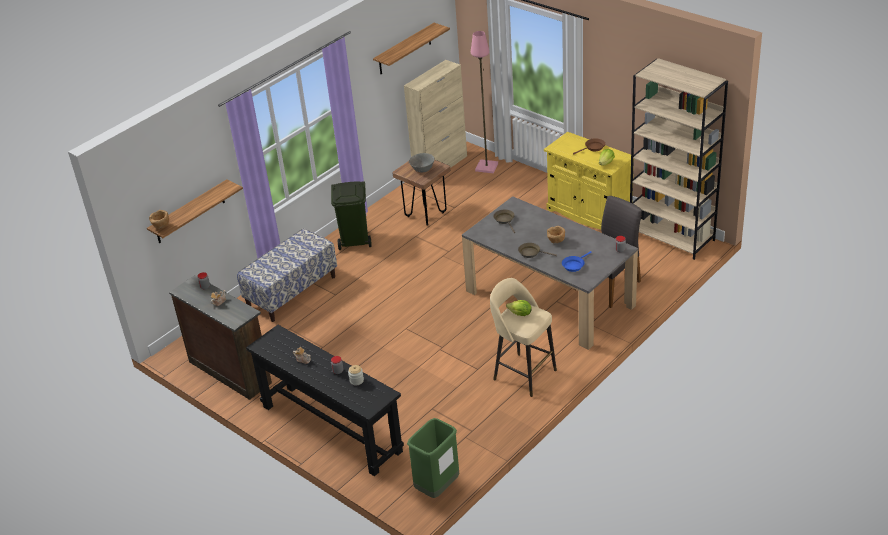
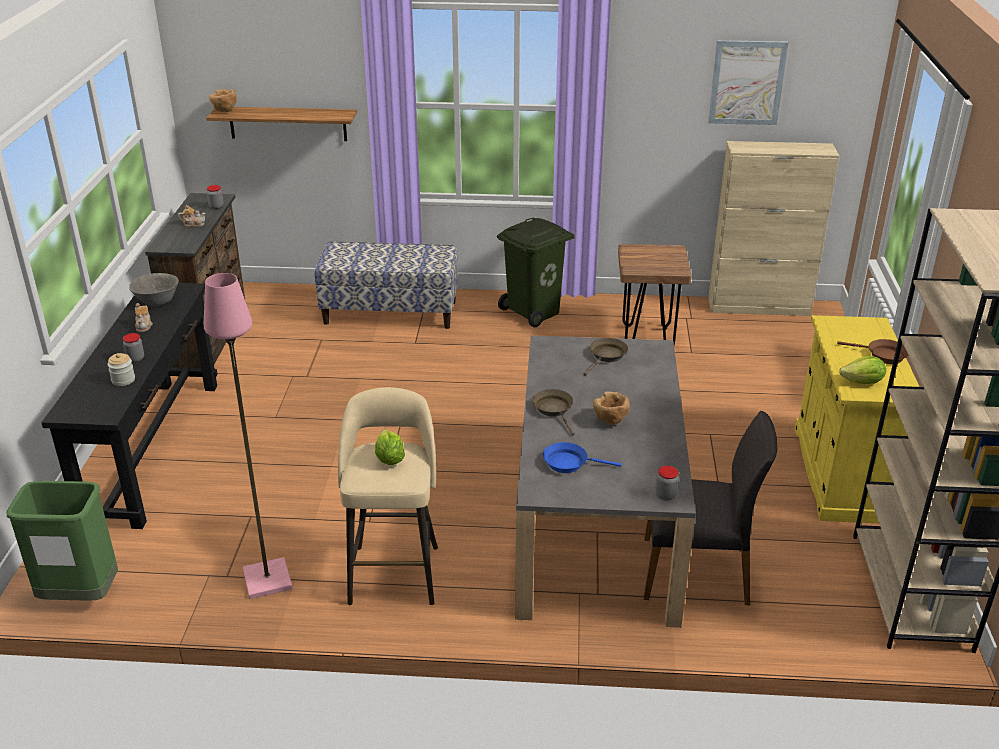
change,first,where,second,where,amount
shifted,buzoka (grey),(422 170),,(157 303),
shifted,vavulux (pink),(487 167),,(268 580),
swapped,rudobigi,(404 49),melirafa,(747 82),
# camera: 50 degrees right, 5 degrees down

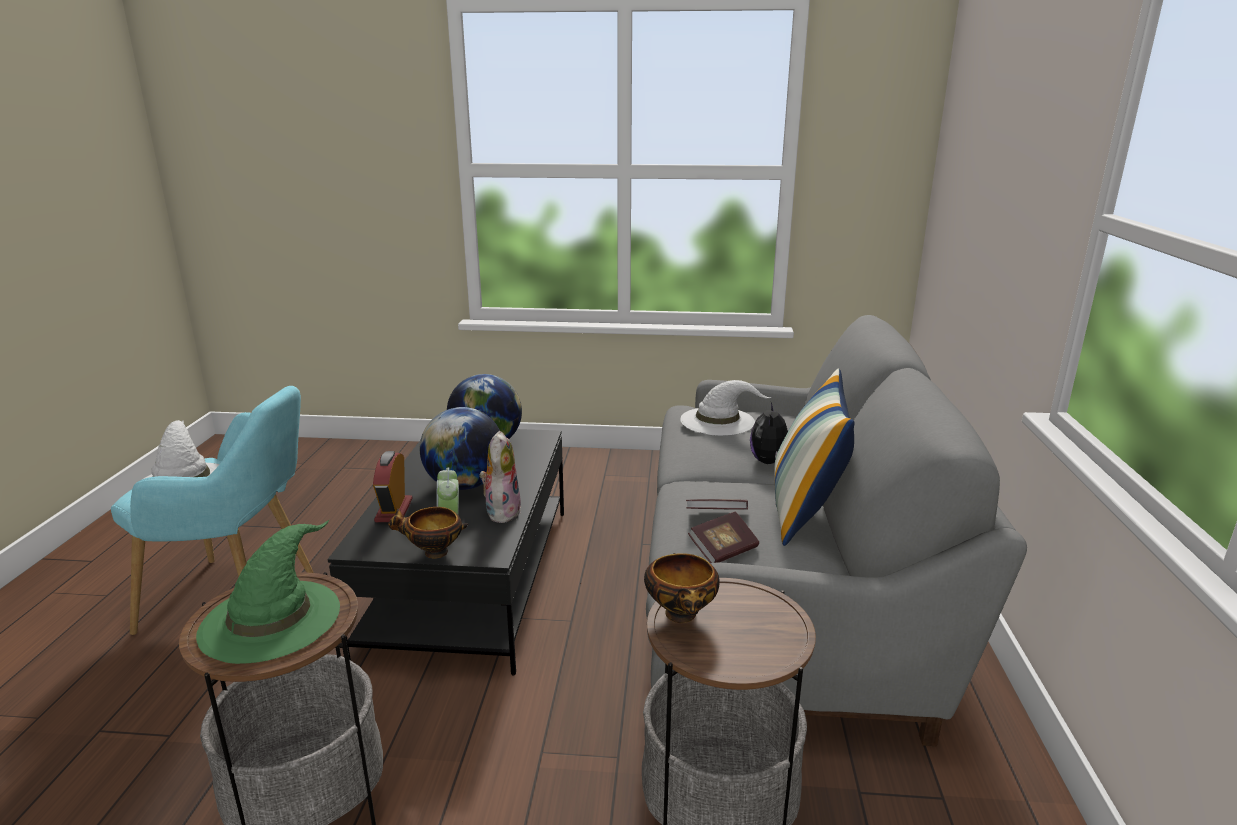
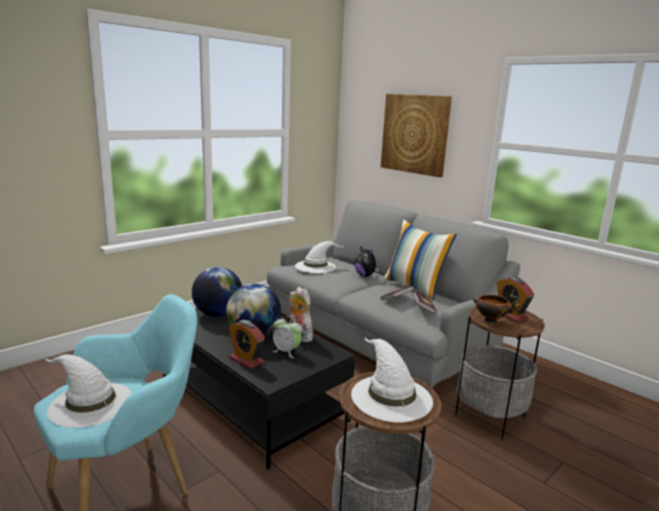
change,first,where,second,where,amount
gone,buzoka,(433 553),,,
new,,,melirafa,(415 134),
new,,,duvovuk,(510 315),
repainted,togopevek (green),(271 618),togopevek (white),(390 396),
# camera: 50 degrees left, 5 degrees down

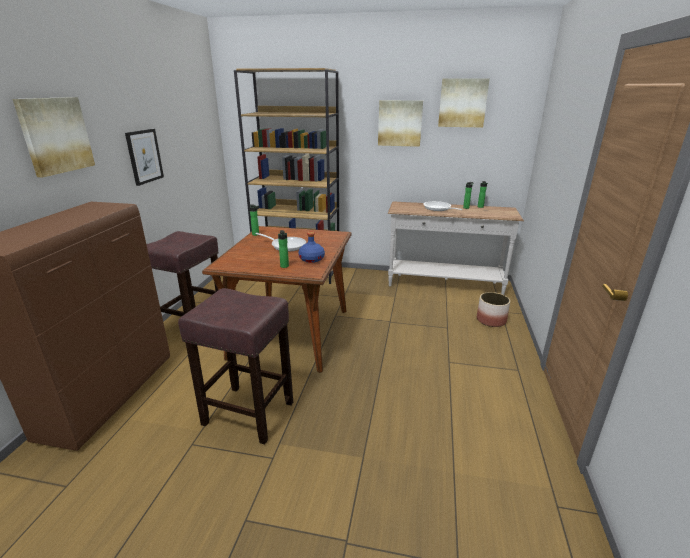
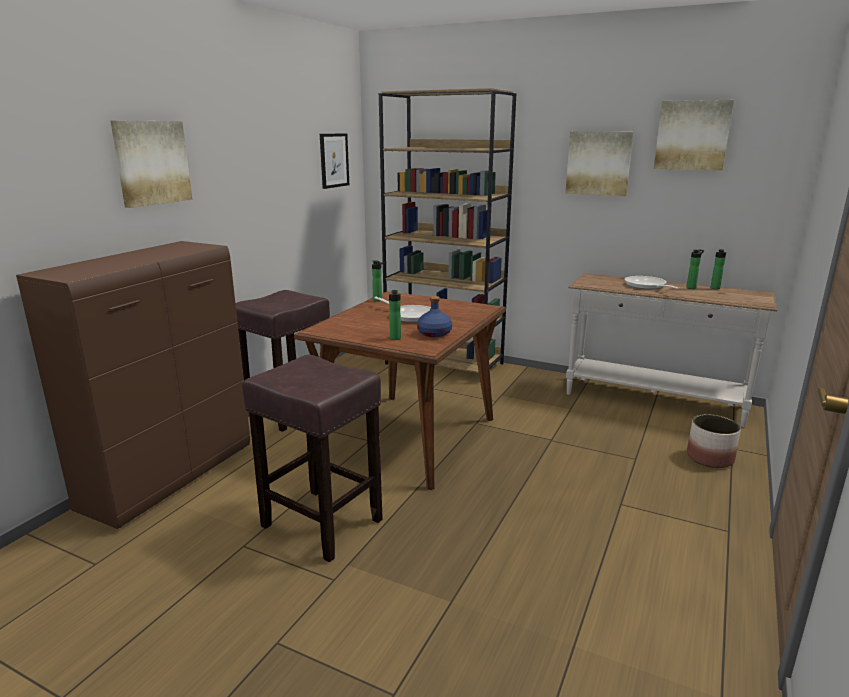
change,first,where,second,where,amount
shifted,melirafa,(144 156),,(334 160),
# camera: 15 degrees right, 5 degrees down

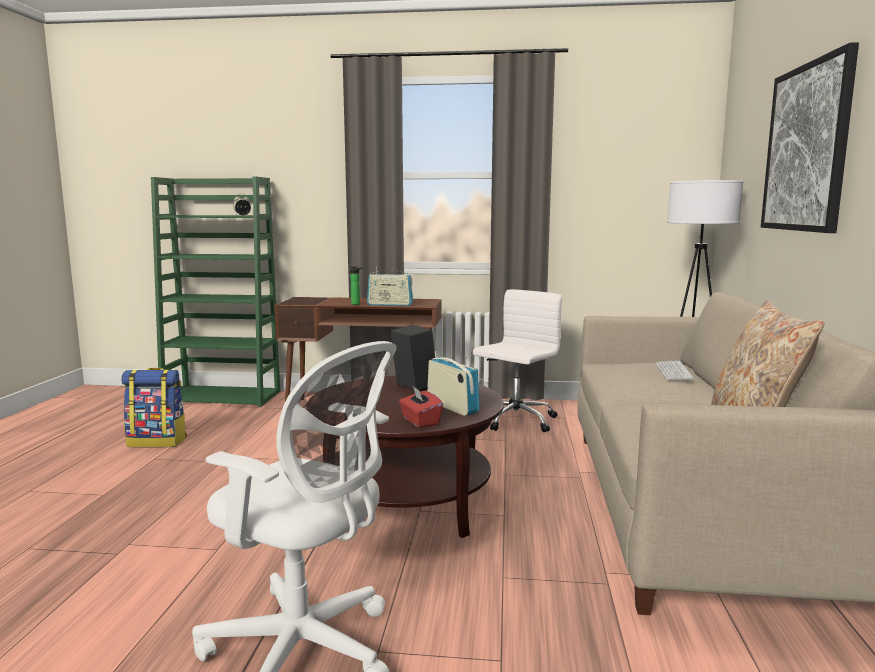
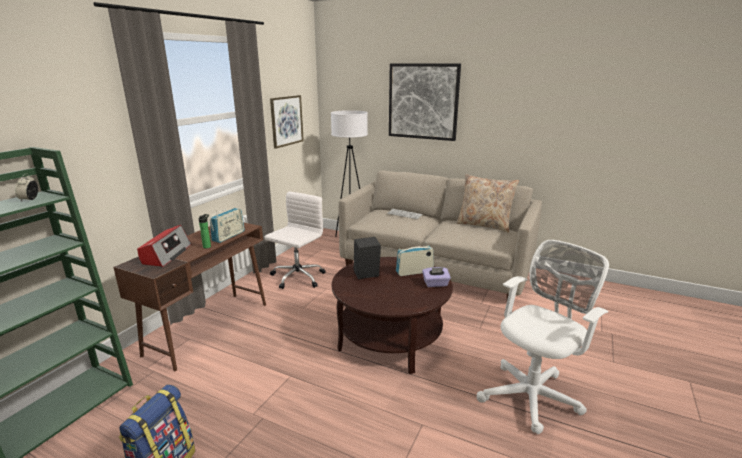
change,first,where,second,where,amount
new,,,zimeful,(166 254),
new,,,melirafa,(286 121),
repainted,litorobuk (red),(420 421),litorobuk (purple),(435 284),
rotated,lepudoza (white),(514 420),,(297 278),60 degrees clockwise
# camera: 70 degrees left, 10 degrees up

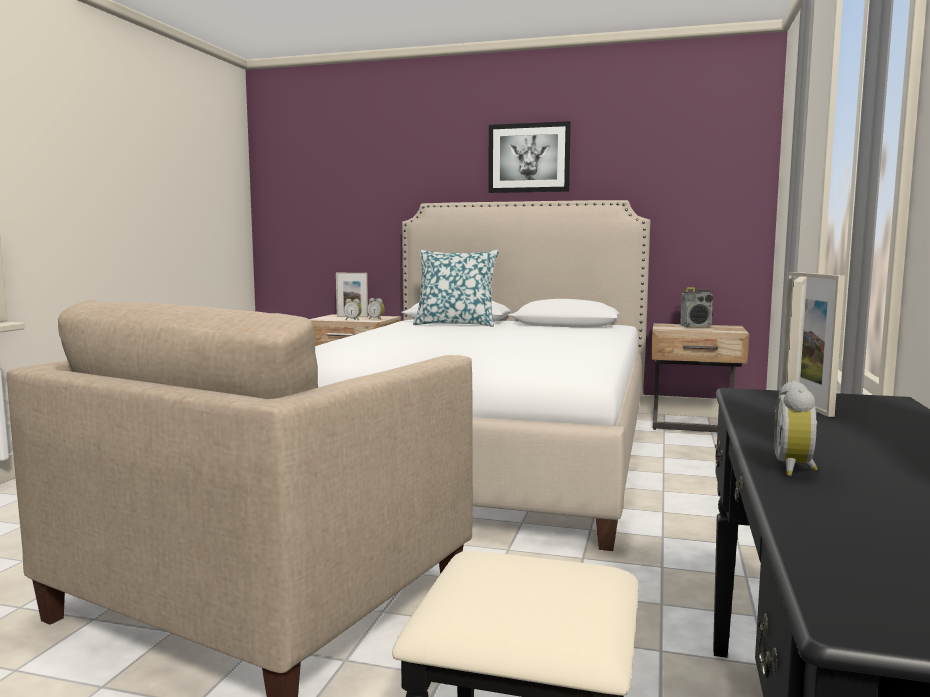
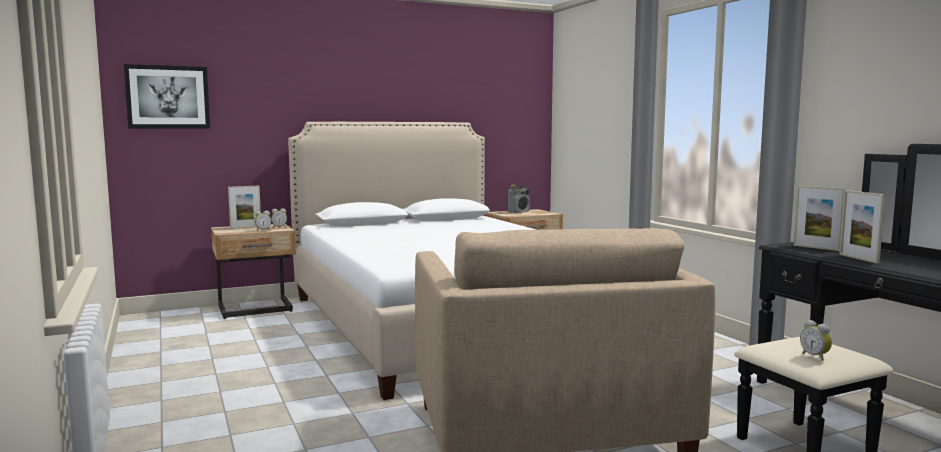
change,first,where,second,where,amount
gone,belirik,(456 324),,,
shifted,melirafa,(529 158),,(168 97),
shifted,duvovuk,(796 469),,(815 357),
# camera: 40 degrees left, 0 degrees up

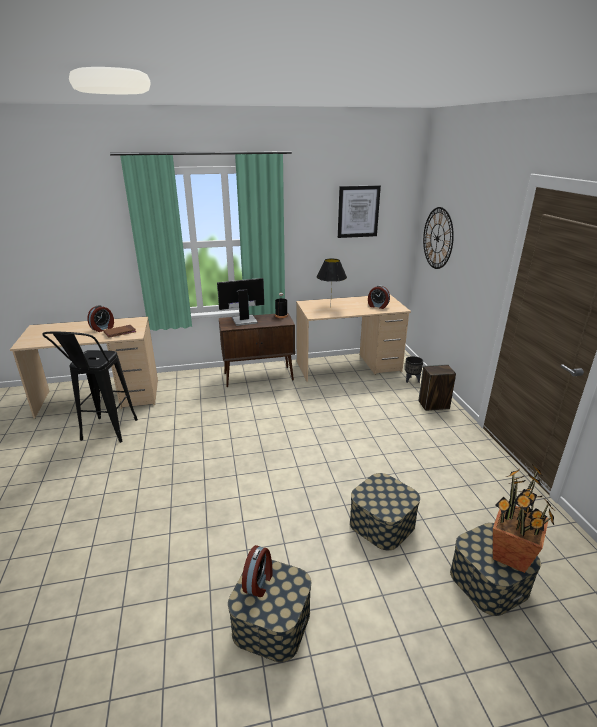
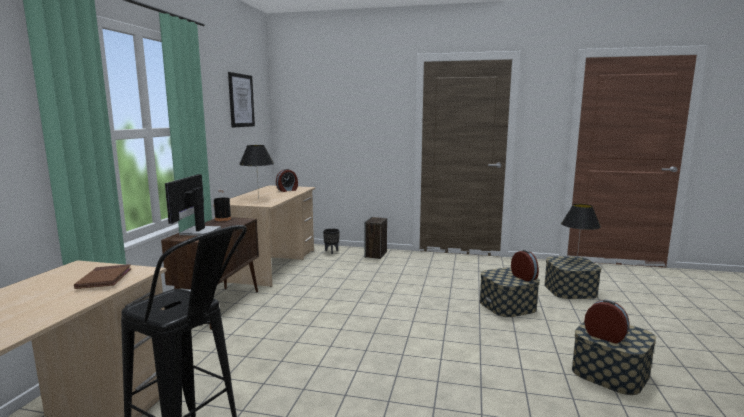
change,first,where,second,where,amount
gone,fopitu,(437 238),,,
shifted,duvovuk,(103 328),,(524 277),
swapped,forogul,(511 556),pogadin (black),(576 261),
# camera: 65 degrees left, 15 degrees down

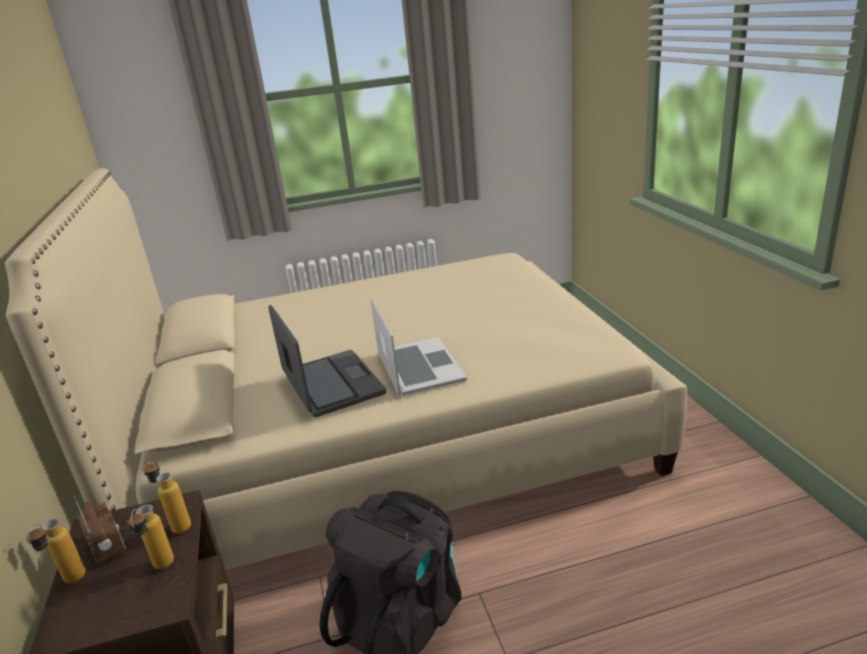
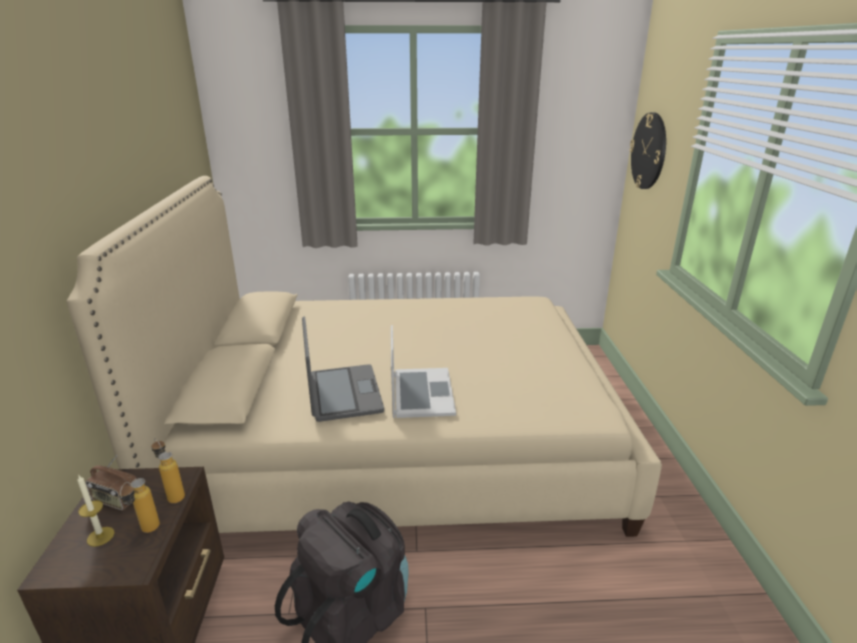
change,first,where,second,where,amount
gone,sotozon,(69 583),,,
new,,,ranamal,(100 536),
new,,,fopitu,(649 151),
rotated,zimeful,(108 546),,(116 500),135 degrees clockwise
# camera: 10 degrees right, 0 degrees up

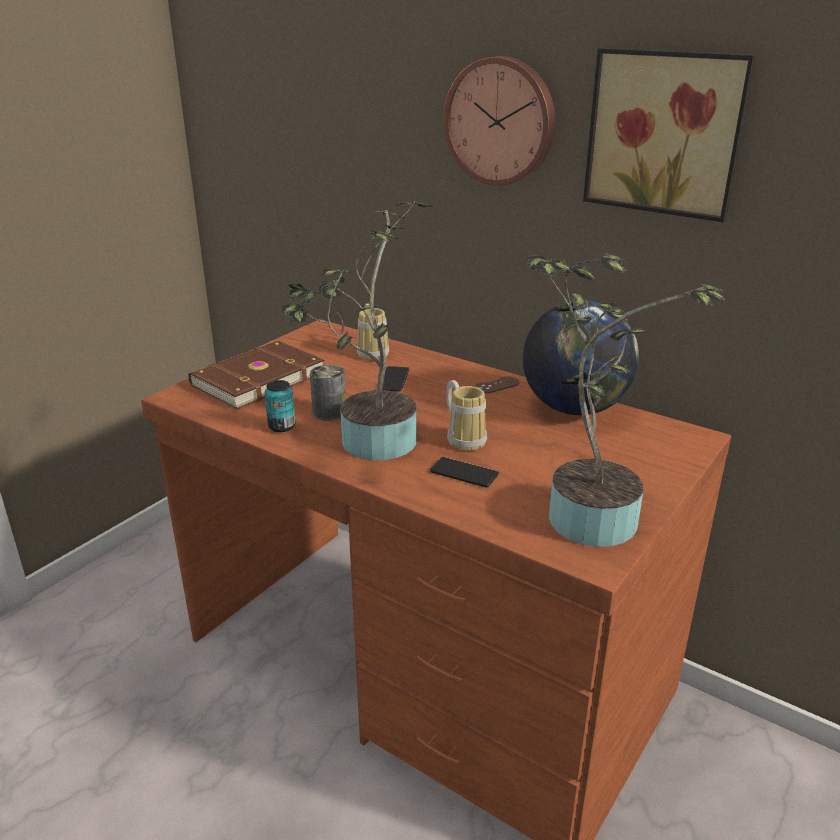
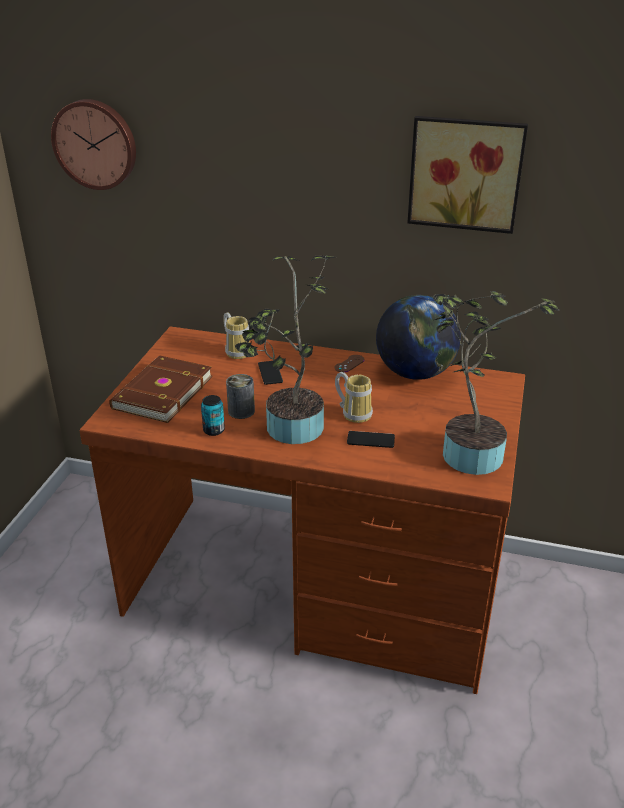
change,first,where,second,where,amount
shifted,fopitu,(501 121),,(96 144),
# camera: 20 degrees left, 5 degrees up

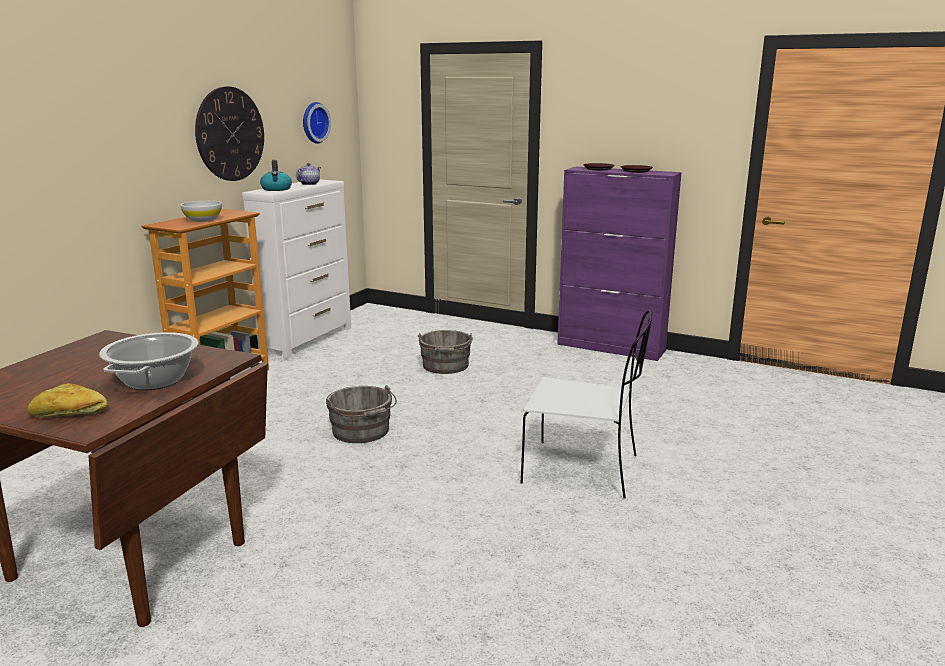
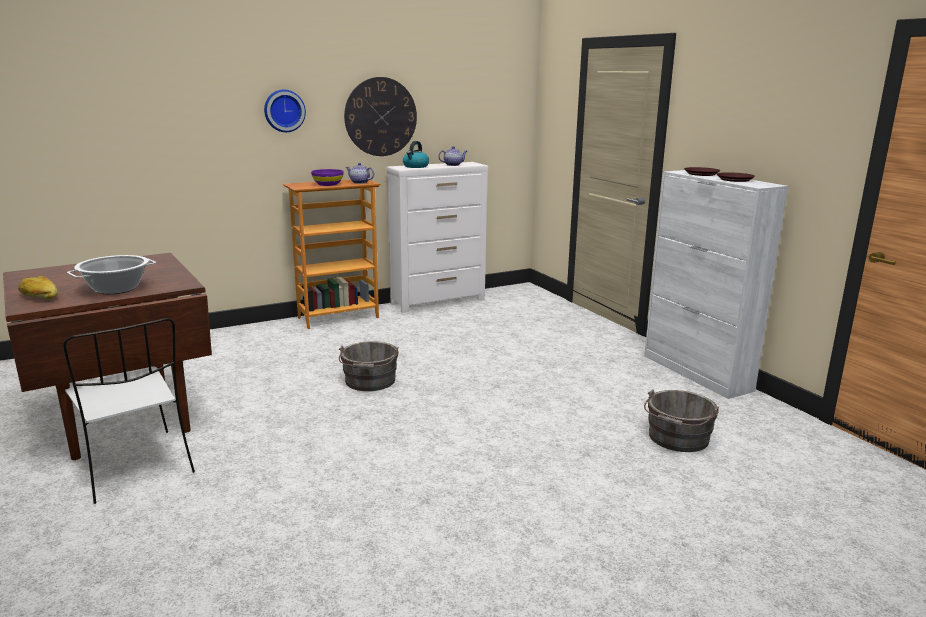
change,first,where,second,where,amount
new,,,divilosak,(359 182),
shifted,fopitu,(313 122),,(284 110),
shifted,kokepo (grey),(445 366),,(677 439),
shifted,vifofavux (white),(584 470),,(135 467),
repainted,buzoka (white),(203 220),buzoka (purple),(328 184),
repainted,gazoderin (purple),(611 347),gazoderin (white),(697 373),
# camera: 35 degrees right, 0 degrees up

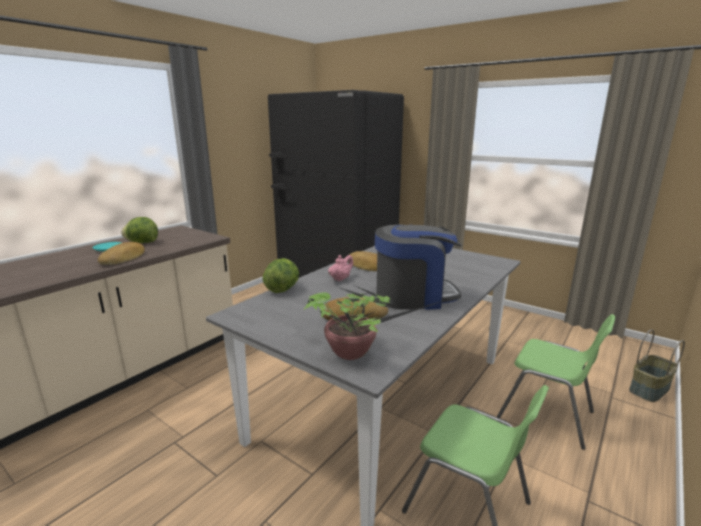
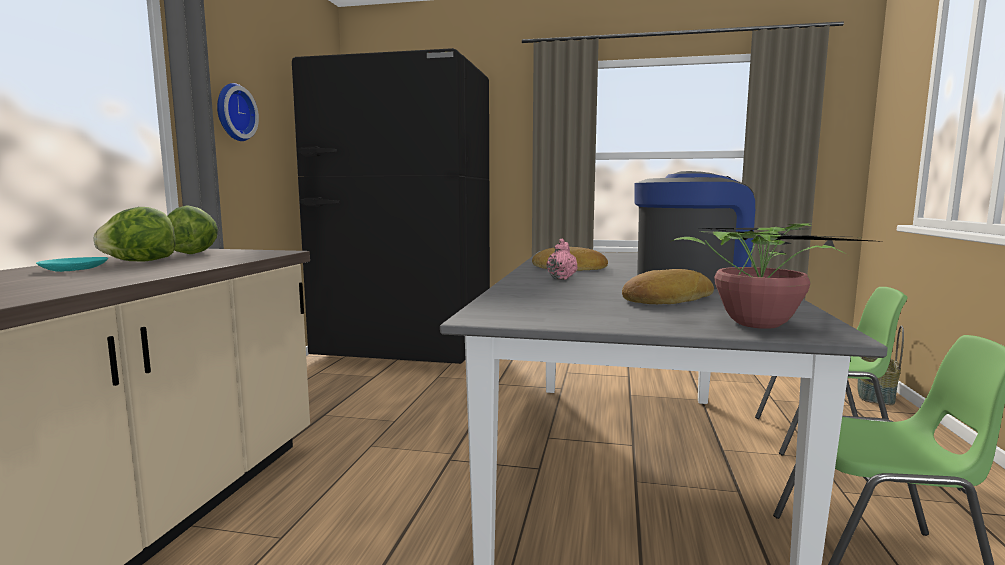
change,first,where,second,where,amount
gone,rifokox,(124 258),,,
new,,,fopitu,(233 112),
shifted,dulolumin,(283 289),,(193 253),
# camera: 25 degrees left, 10 degrees down

